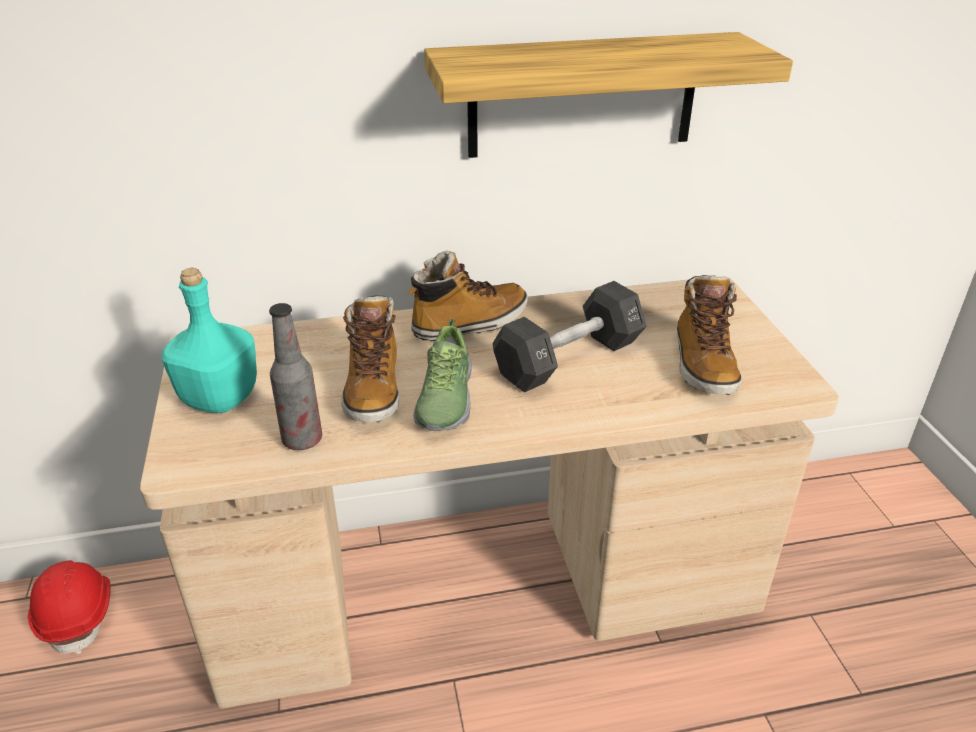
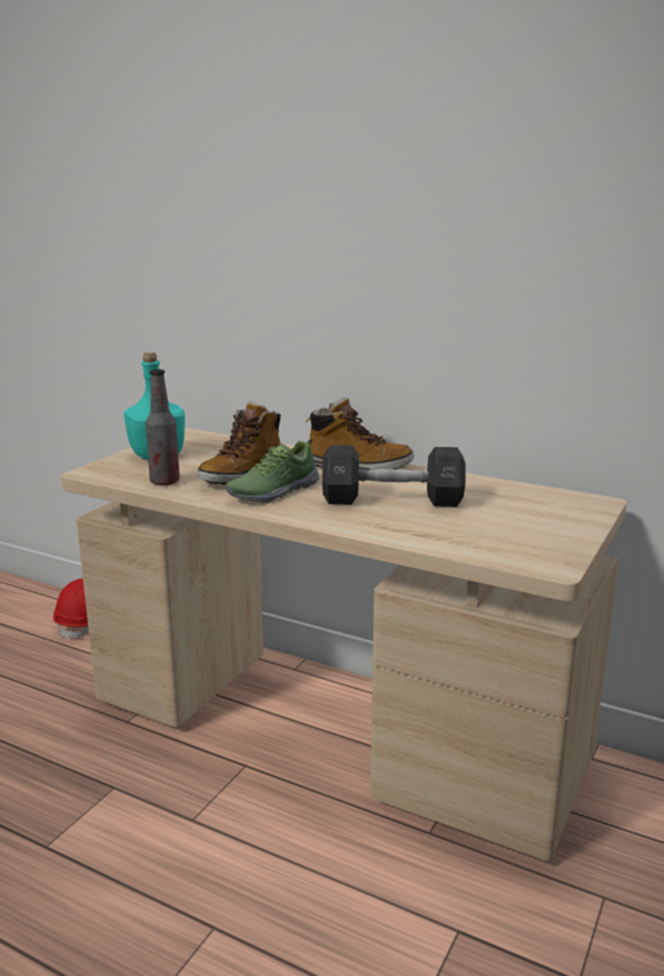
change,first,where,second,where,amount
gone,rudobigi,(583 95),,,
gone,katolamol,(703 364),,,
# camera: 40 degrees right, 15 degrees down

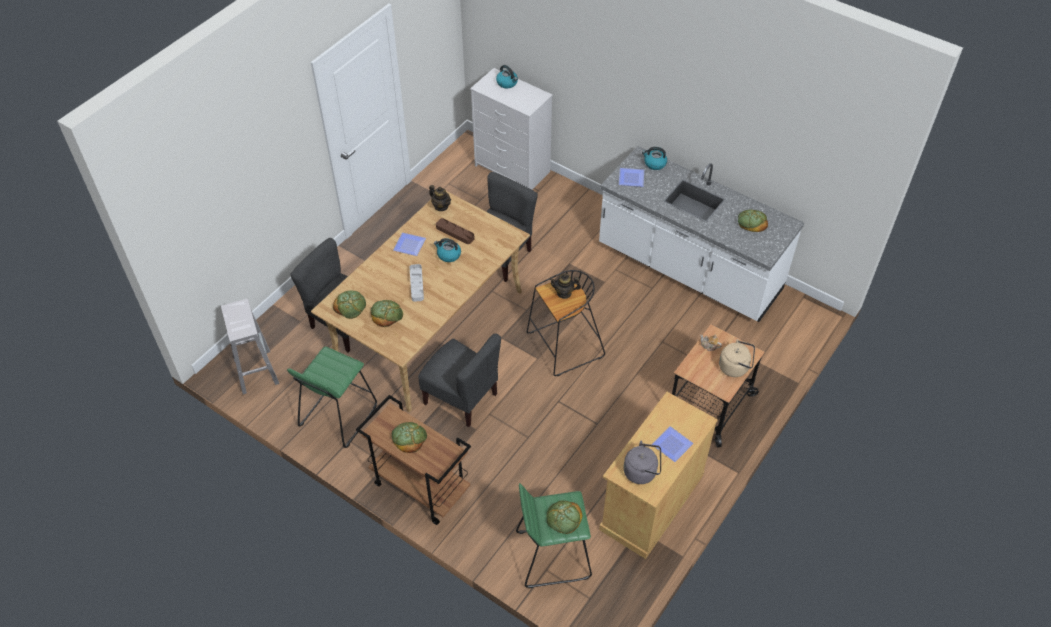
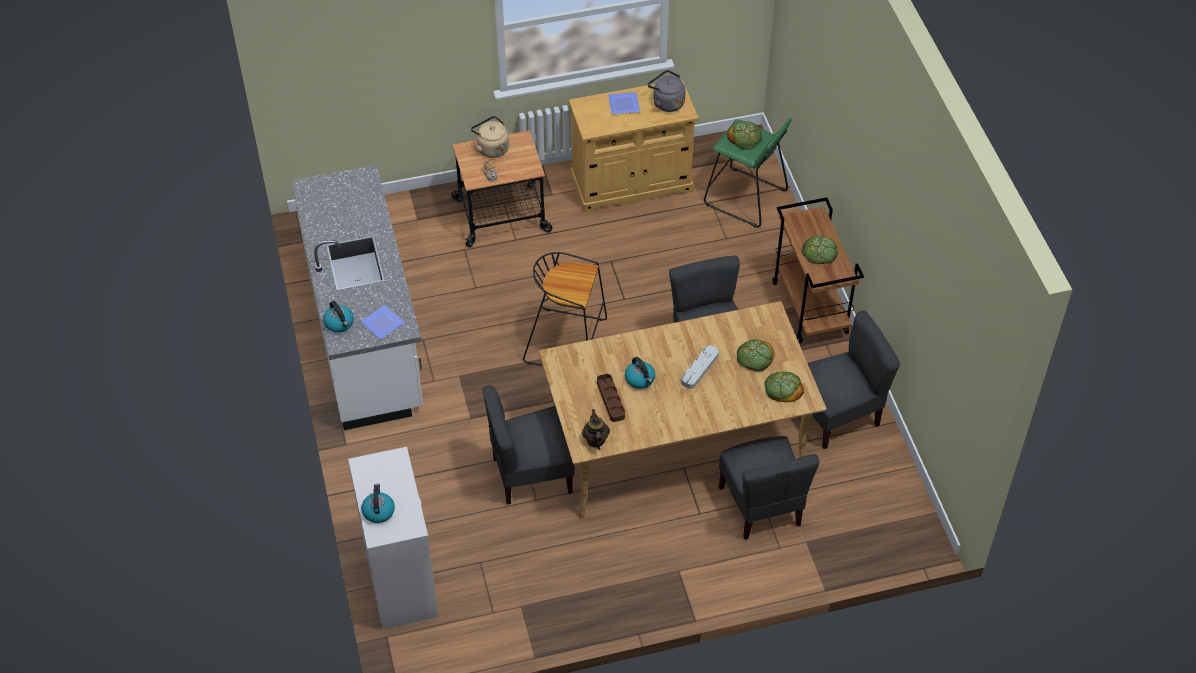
change,first,where,second,where,amount
gone,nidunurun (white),(256 371),,,
gone,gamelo,(408 246),,,
gone,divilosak,(564 293),,,
gone,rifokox,(752 222),,,
swapped,nidunurun (green),(338 415),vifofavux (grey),(838 415),
# camera: 140 degrees left, 0 degrees up

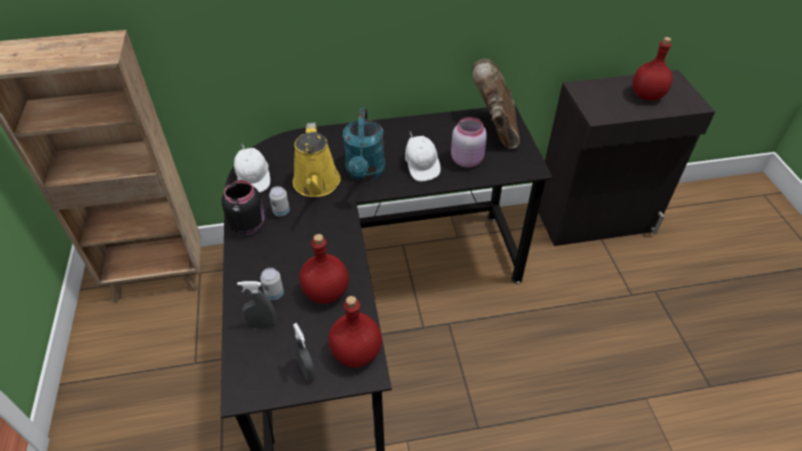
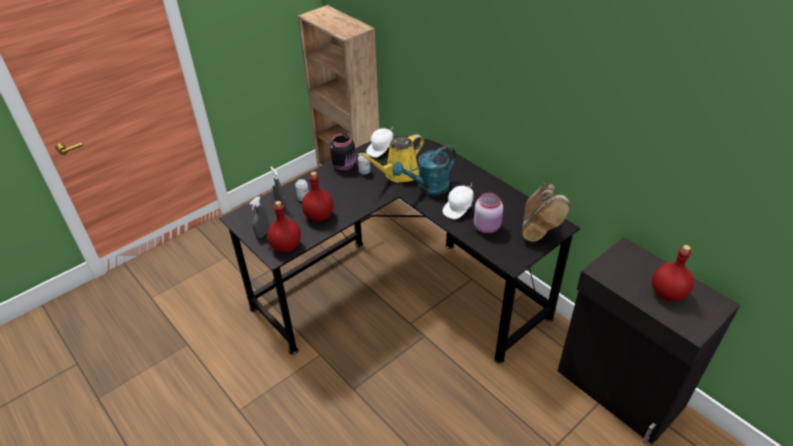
change,first,where,second,where,amount
rotated,katolamol (brown),(496 128),,(538 228),135 degrees clockwise
# camera: 60 degrees right, 5 degrees down

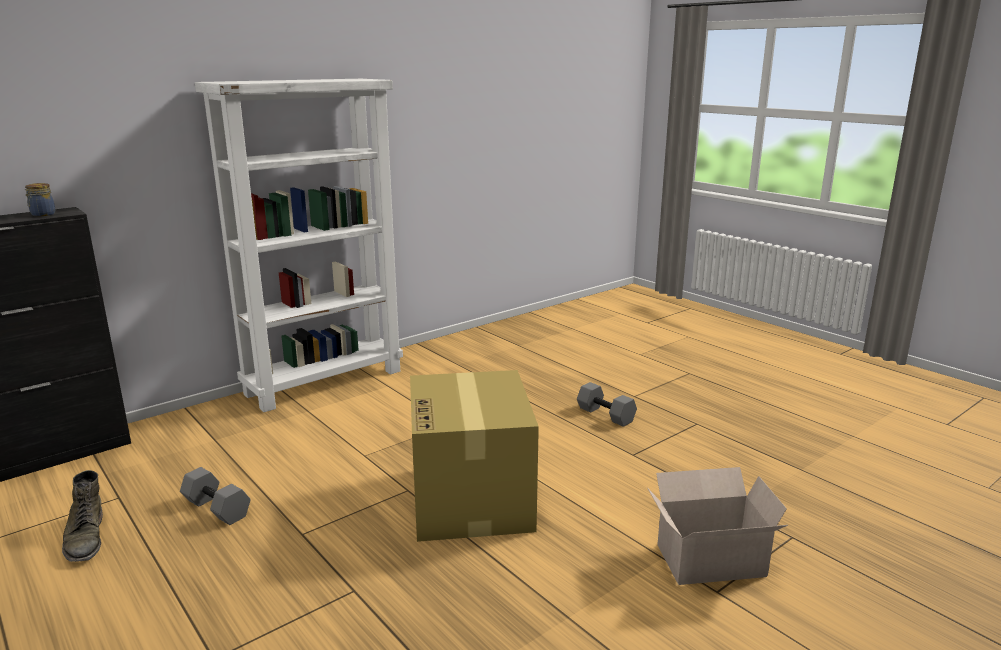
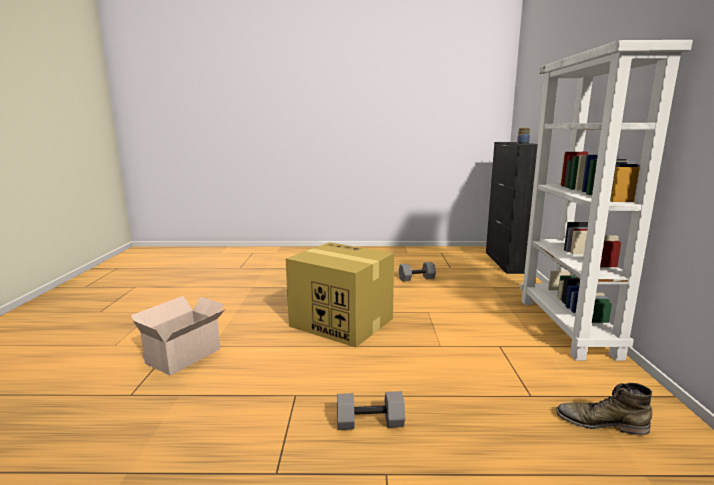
change,first,where,second,where,amount
shifted,katolamol (green),(85 538),,(600 422),
# camera: 130 degrees right, 5 degrees down

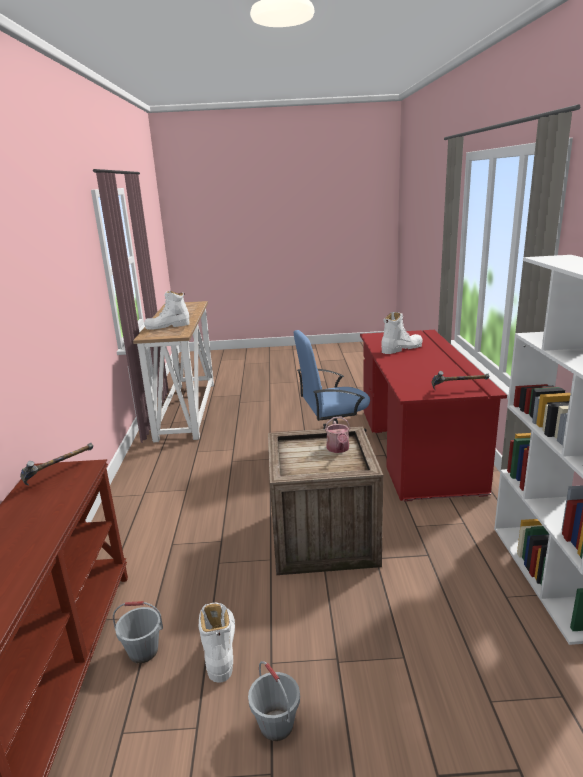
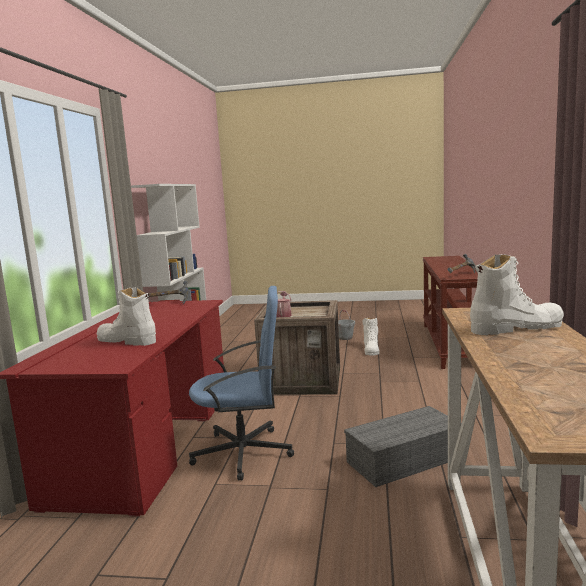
change,first,where,second,where,amount
gone,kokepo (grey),(143 651),,,
new,,,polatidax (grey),(404 460),
rotated,katolamol (white),(401 348),,(126 341),45 degrees clockwise
# camera: 170 degrees left, 10 degrees down

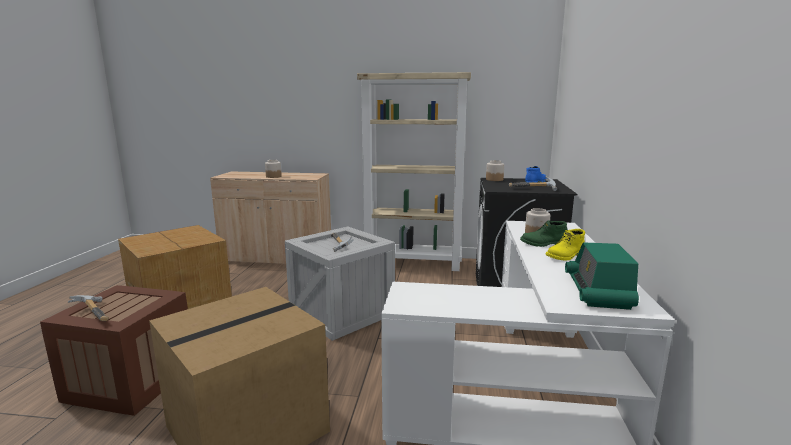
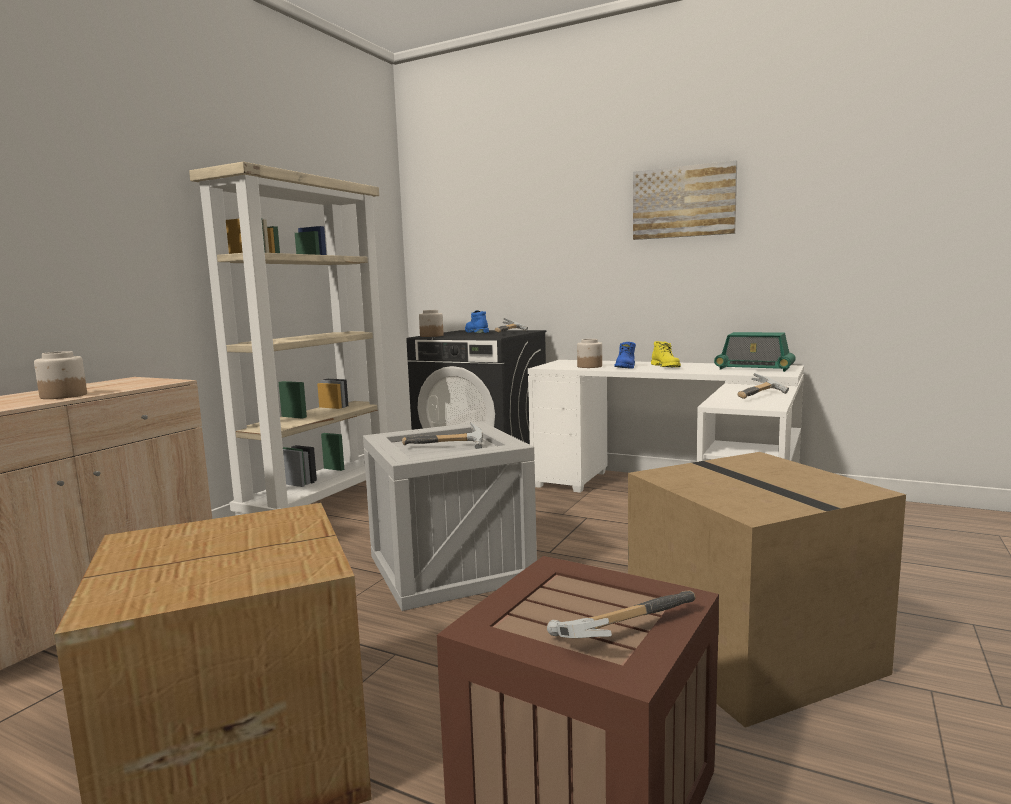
change,first,where,second,where,amount
new,,,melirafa,(683 202),
new,,,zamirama,(762 396),
repainted,katolamol (green),(543 244),katolamol (blue),(626 367),
# camera: 70 degrees left, 5 degrees down

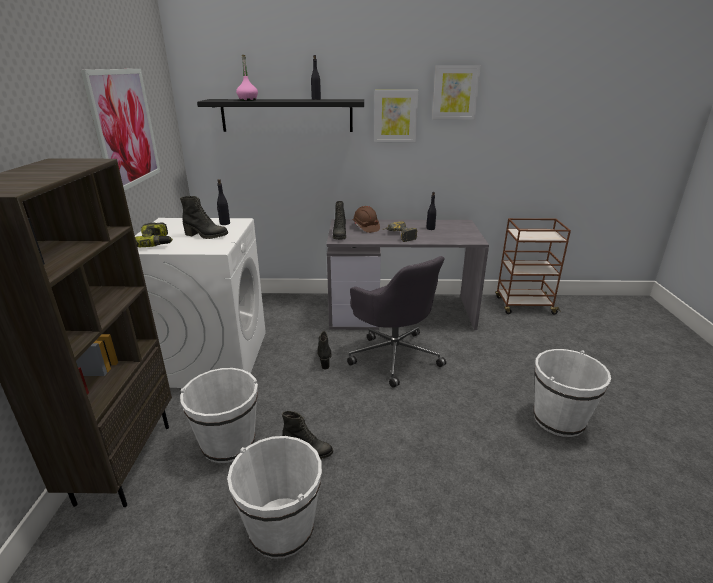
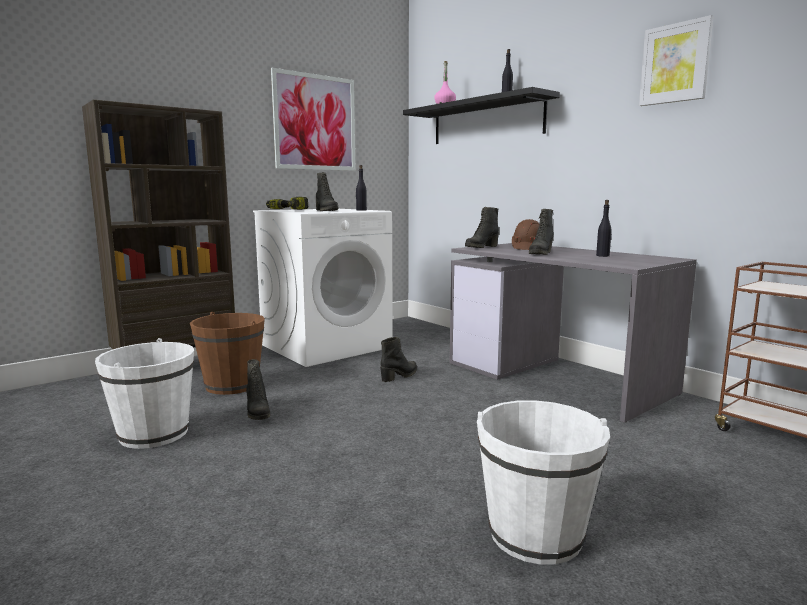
change,first,where,second,where,amount
gone,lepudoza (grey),(394 355),,,
gone,melirafa,(395 116),,,
swapped,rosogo,(398 236),katolamol (black),(540 254),
repainted,kokepo (white),(228 443),kokepo (brown),(232 385),
# camera: 50 degrees right, 15 degrees down

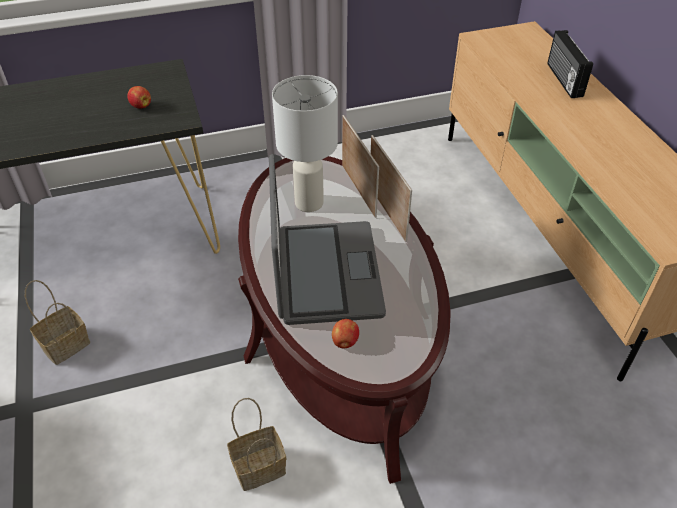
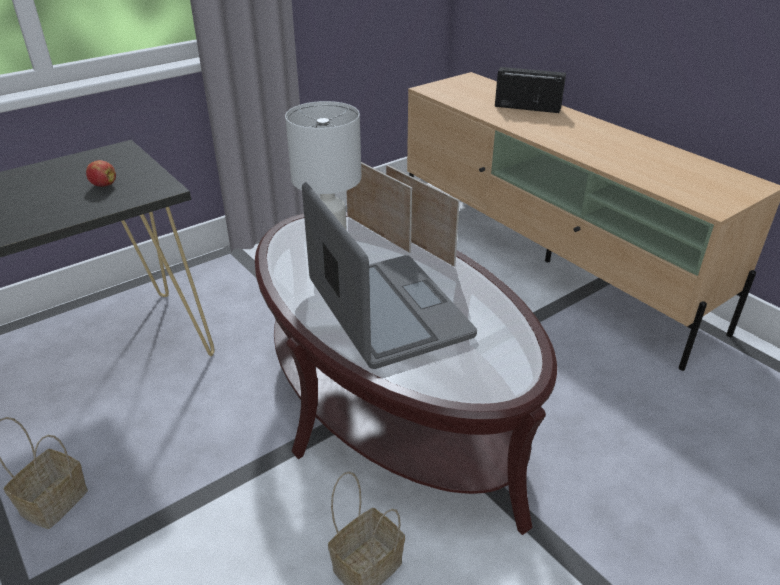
change,first,where,second,where,amount
gone,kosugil,(345 342),,,
rotated,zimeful,(563 80),,(527 107),135 degrees clockwise
# camera: 20 degrees left, 10 degrees down

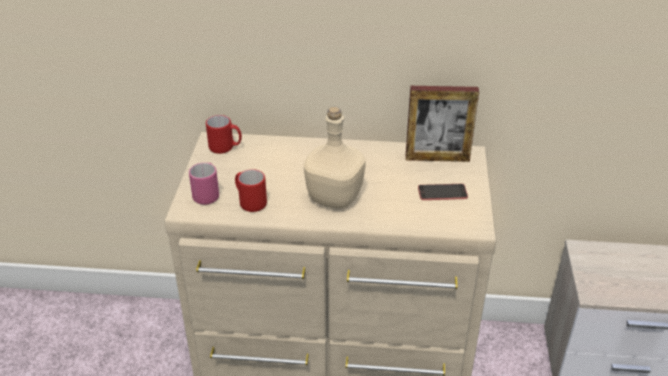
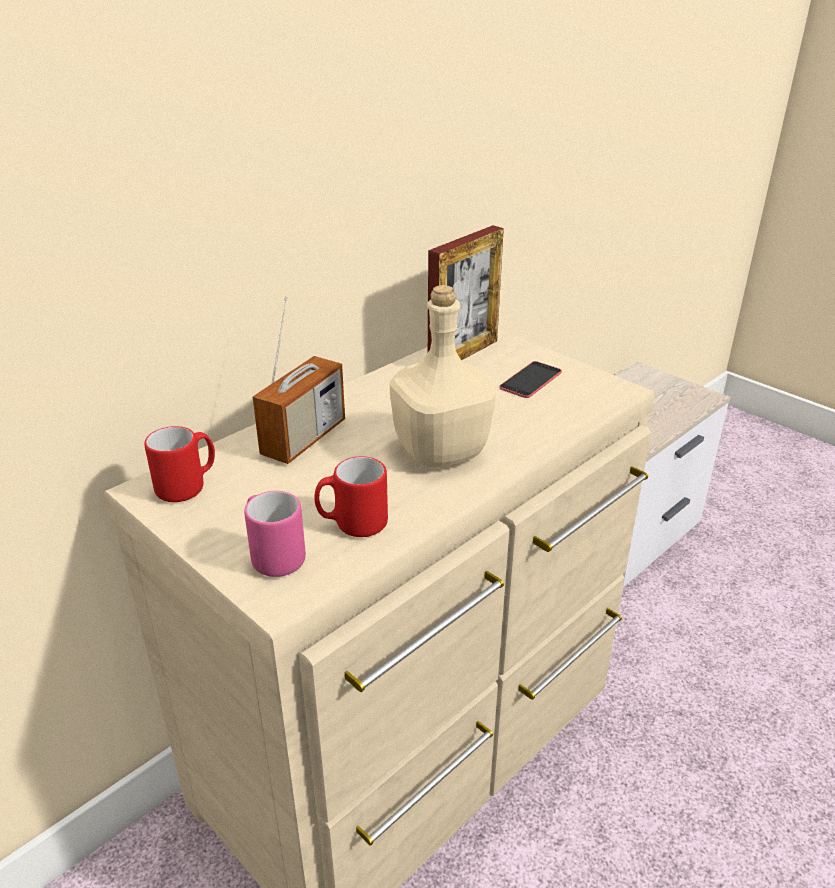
change,first,where,second,where,amount
new,,,zimeful,(304 438),
# camera: 50 degrees left, 5 degrees down

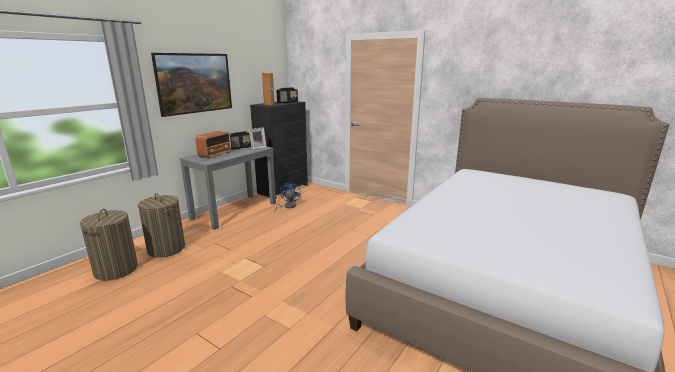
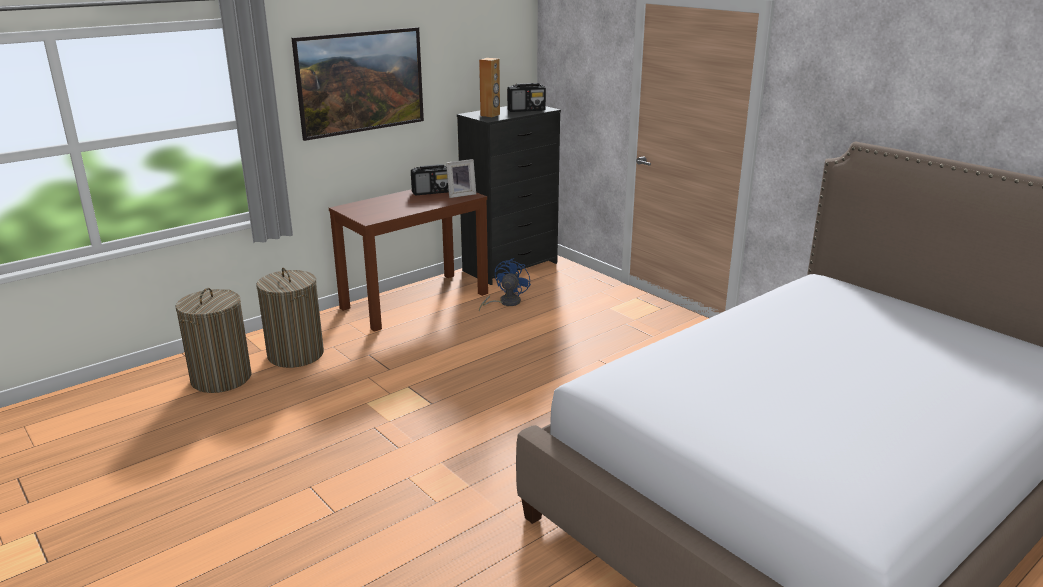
change,first,where,second,where,amount
gone,zimeful,(215 154),,,
repainted,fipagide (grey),(235 210),fipagide (brown),(415 300),
# camera: 15 degrees right, 5 degrees up

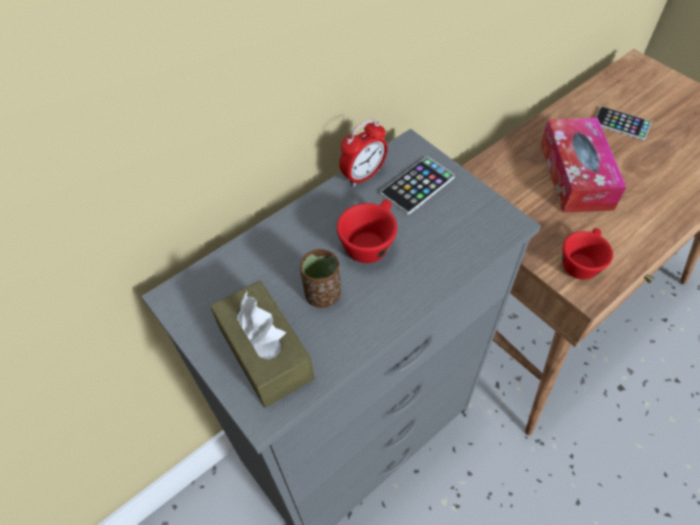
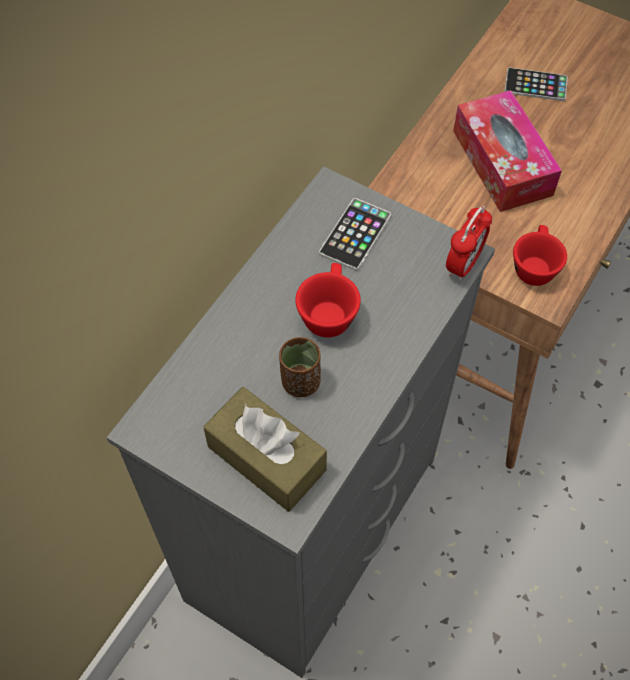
change,first,where,second,where,amount
shifted,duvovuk,(363 176),,(463 264),
# camera: 20 degrees left, 5 degrees up

